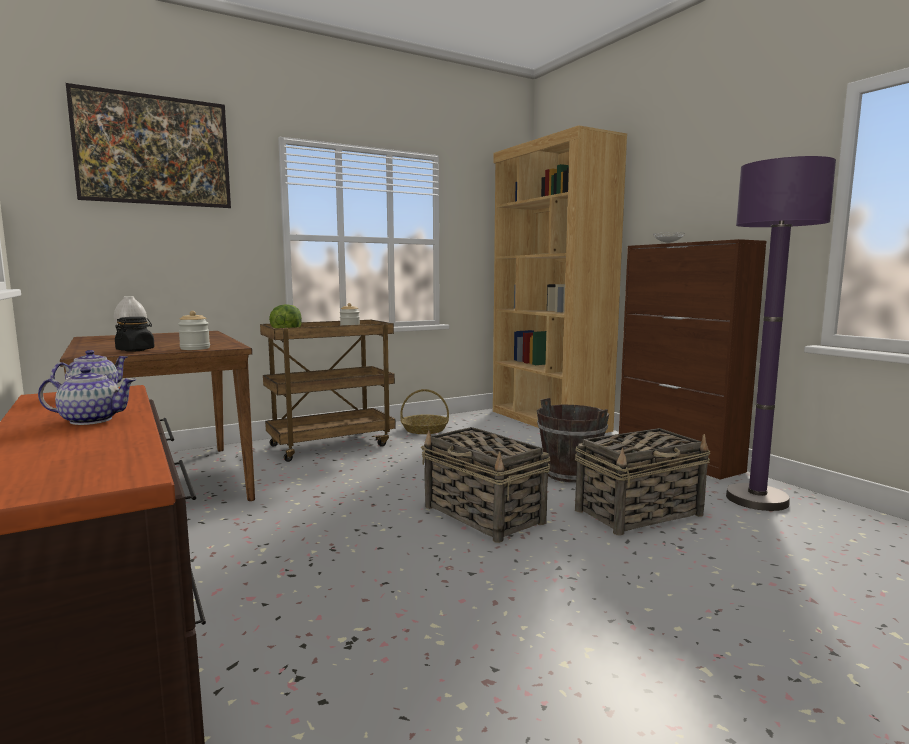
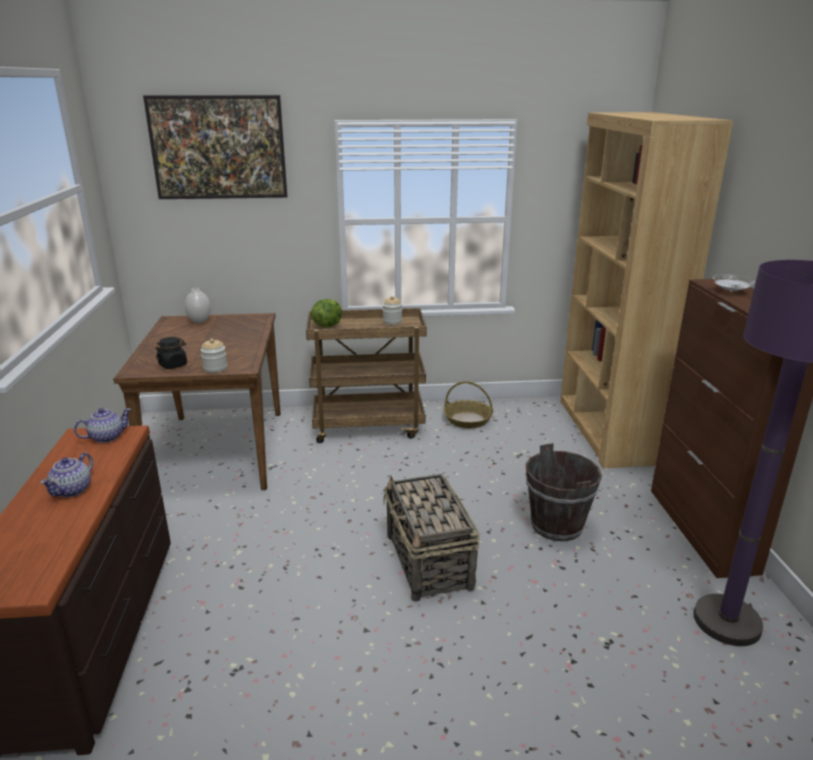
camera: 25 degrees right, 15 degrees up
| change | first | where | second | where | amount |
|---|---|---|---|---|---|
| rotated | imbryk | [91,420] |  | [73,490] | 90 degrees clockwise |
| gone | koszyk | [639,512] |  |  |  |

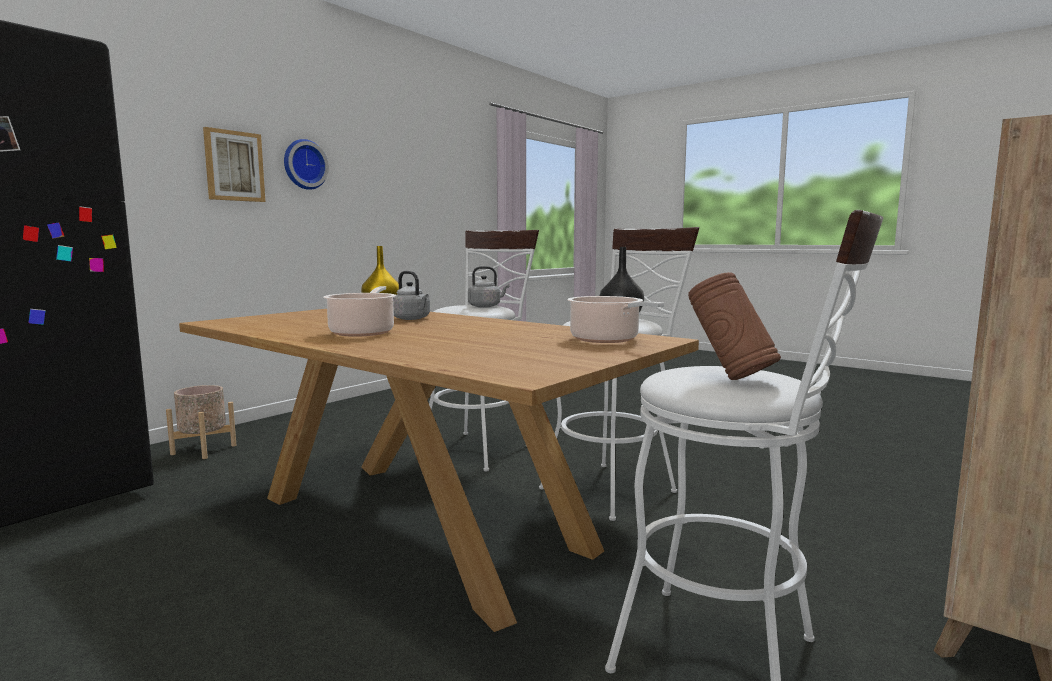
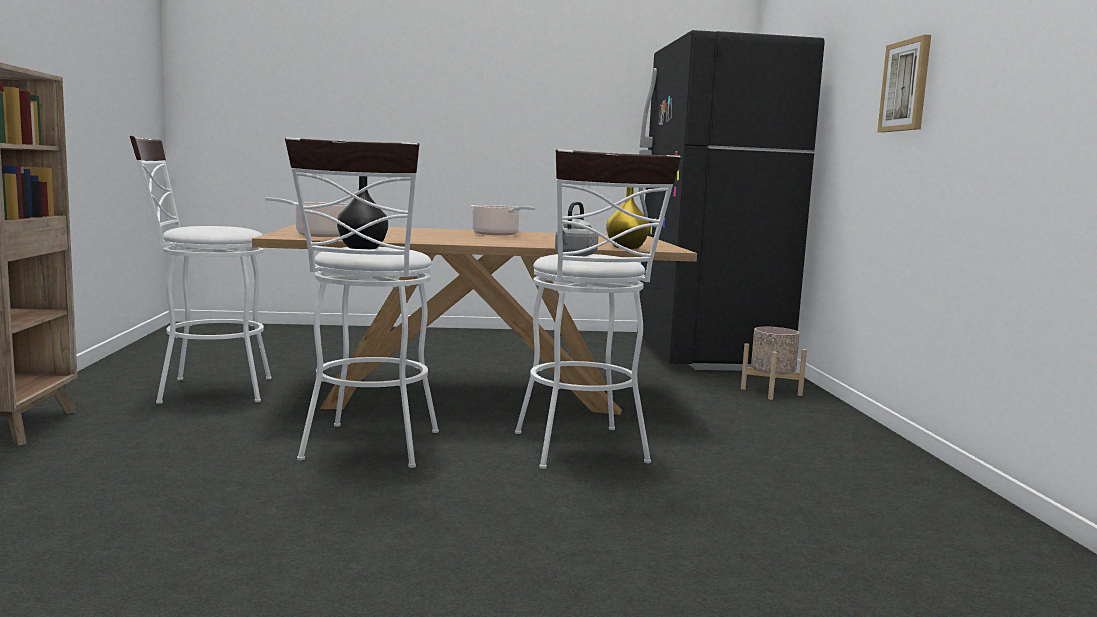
camera: 135 degrees right, 0 degrees up
| change | first | where | second | where | amount |
|---|---|---|---|---|---|
| gone | zegar ścienny | [304,164] |  |  |  |
| gone | czajnik [szary] | [412,319] |  |  |  |
| gone | wazon [brązowy] | [729,378] |  |  |  |

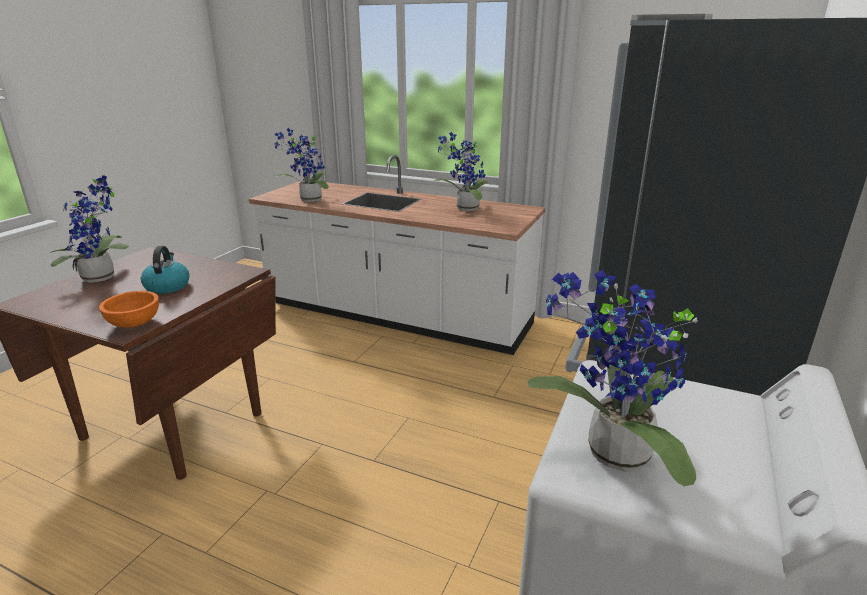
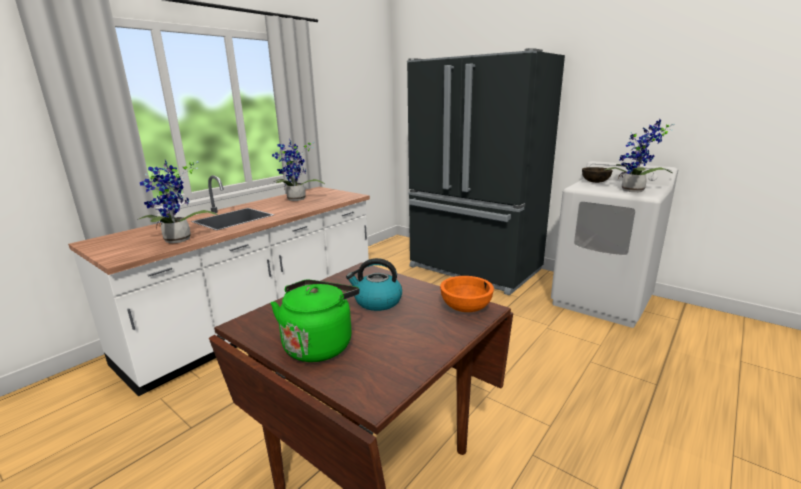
camera: 75 degrees left, 5 degrees down
| change | first | where | second | where | amount |
|---|---|---|---|---|---|
| swapped | roślina doniczkowa | [103,277] | czajnik [zielony] | [319,344] |  |
| new |  |  | miska [brązowy] | [595,182] |  |

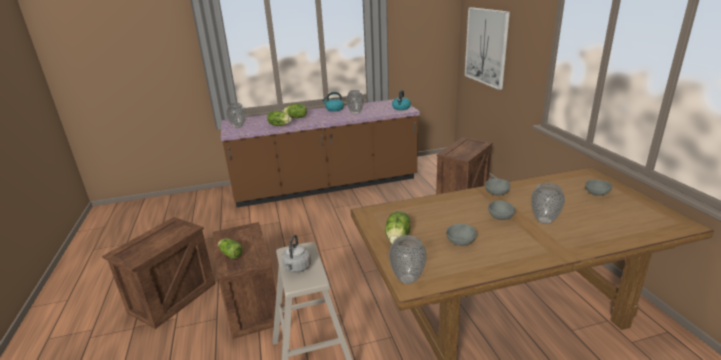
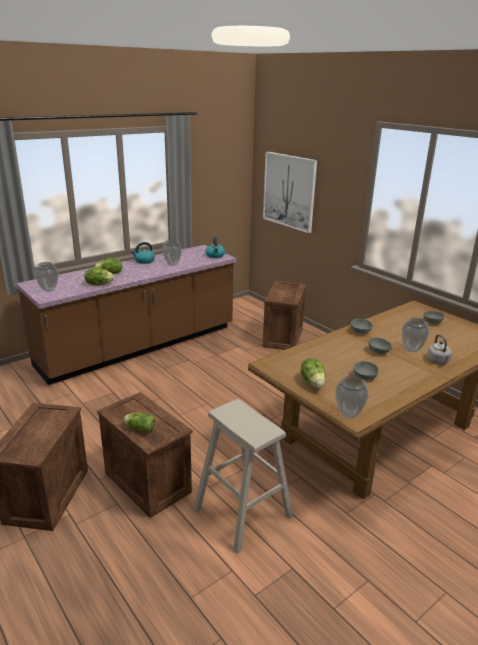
camera: 25 degrees left, 0 degrees up
| change | first | where | second | where | amount |
|---|---|---|---|---|---|
| shifted | czajnik [szary] | [297,268] |  | [438,361] |  |

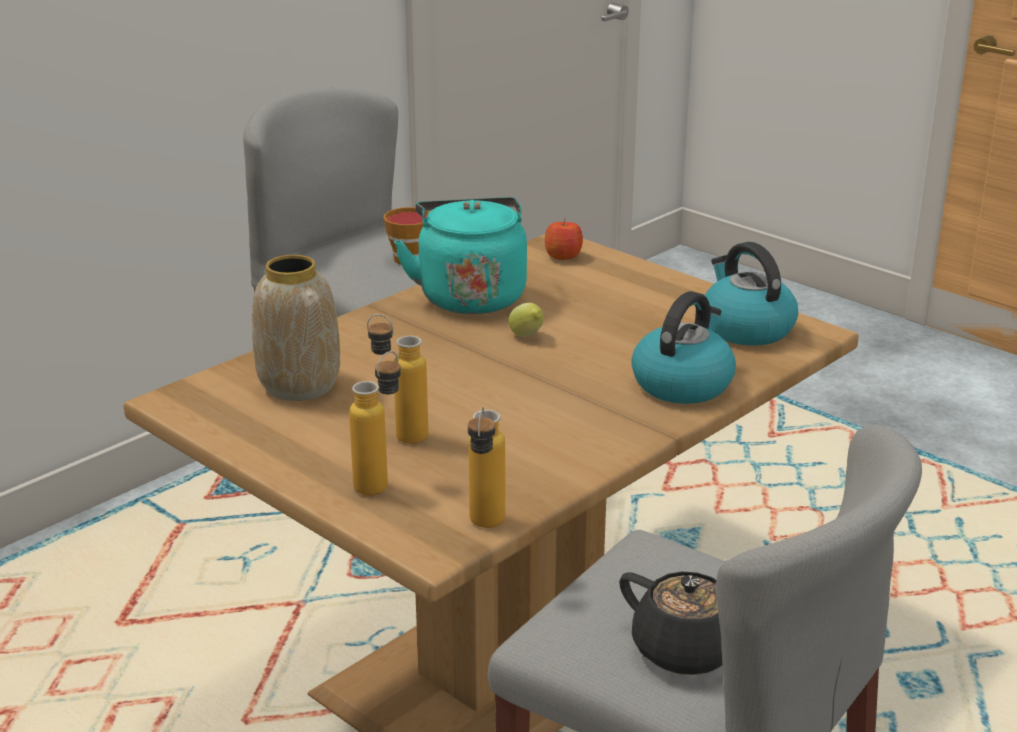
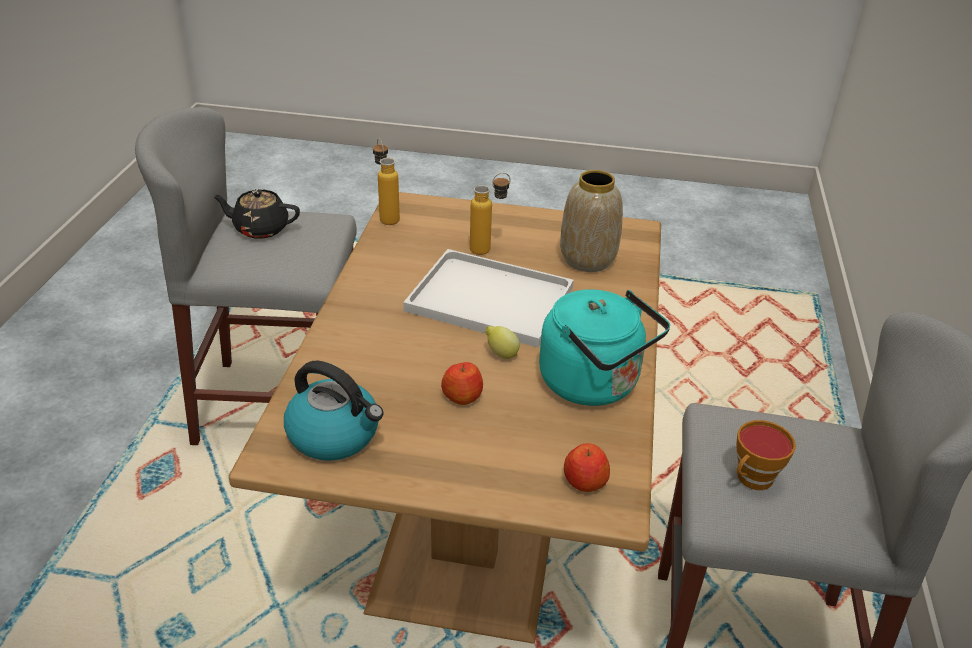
camera: 145 degrees right, 10 degrees up
| change | first | where | second | where | amount |
|---|---|---|---|---|---|
| gone | butelka | [380,482] |  |  |  |
| gone | czajnik | [682,383] |  |  |  |
| new |  |  | taca [biały] | [493,299] |  |
| new |  |  | jabłko | [462,396] |  |

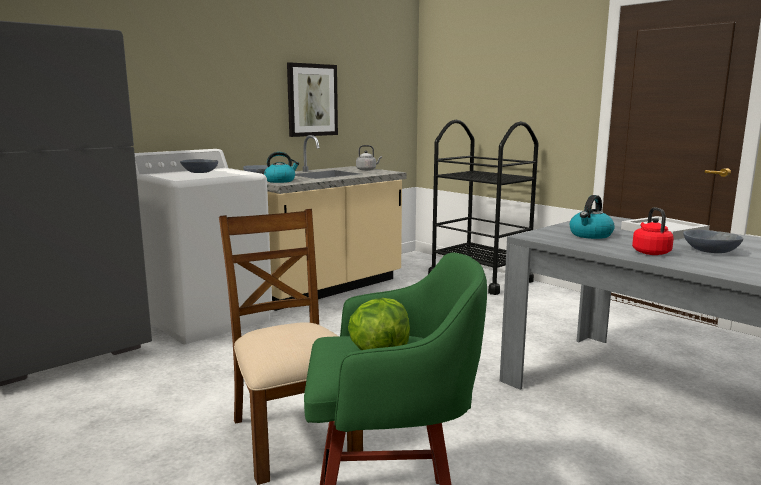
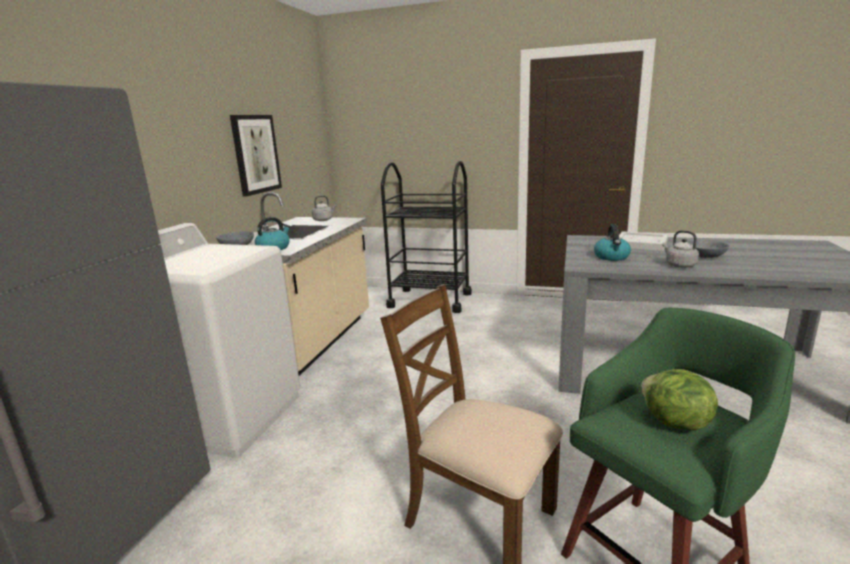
camera: 30 degrees left, 5 degrees up
| change | first | where | second | where | amount |
|---|---|---|---|---|---|
| gone | miska [szary] | [199,172] |  |  |  |
| repainted | czajnik [czerwony] | [650,252] | czajnik [szary] | [679,265] |  |

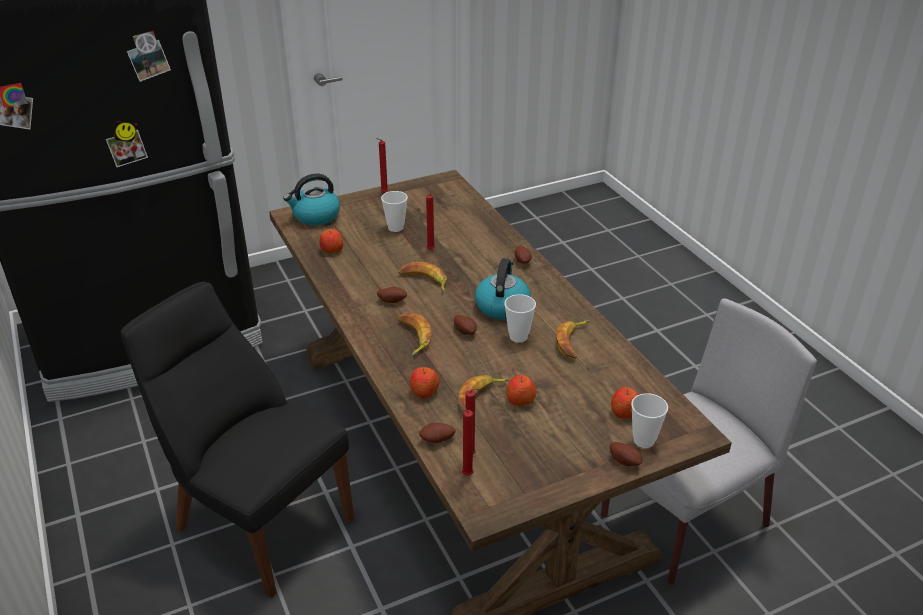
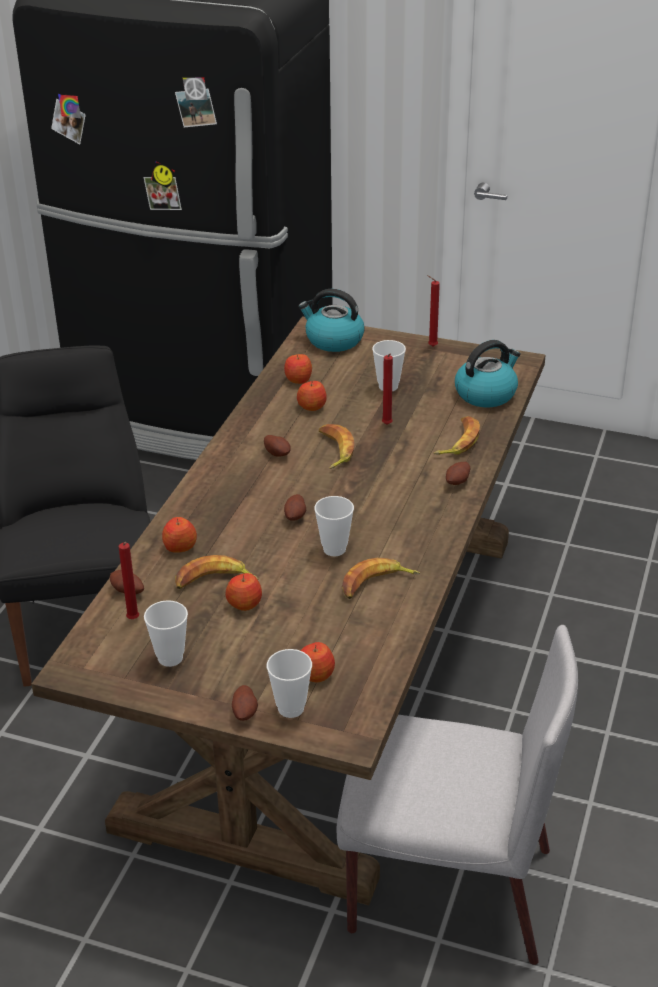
camera: 45 degrees right, 0 degrees up
| change | first | where | second | where | amount |
|---|---|---|---|---|---|
| shifted | banan | [413,337] |  | [458,441] |  |
| gone | świeca [czerwony] | [465,474] |  |  |  |
| shifted | czajnik | [502,306] |  | [486,394] |  |
| new |  |  | filiżanka | [170,658] |  |
| new |  |  | jabłko | [312,406] |  |

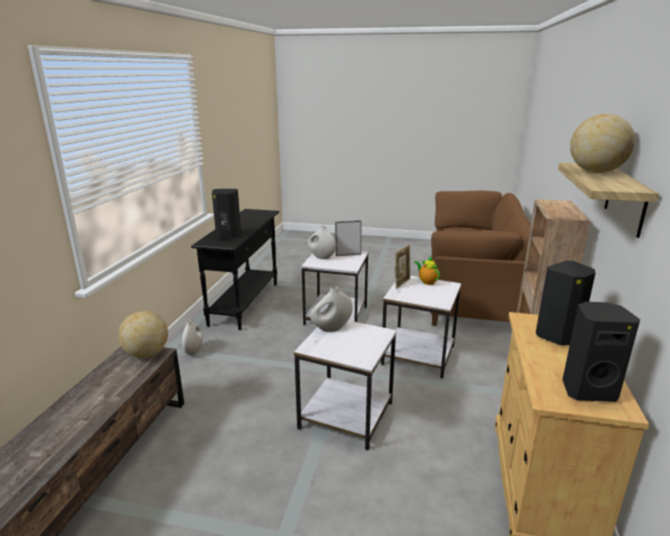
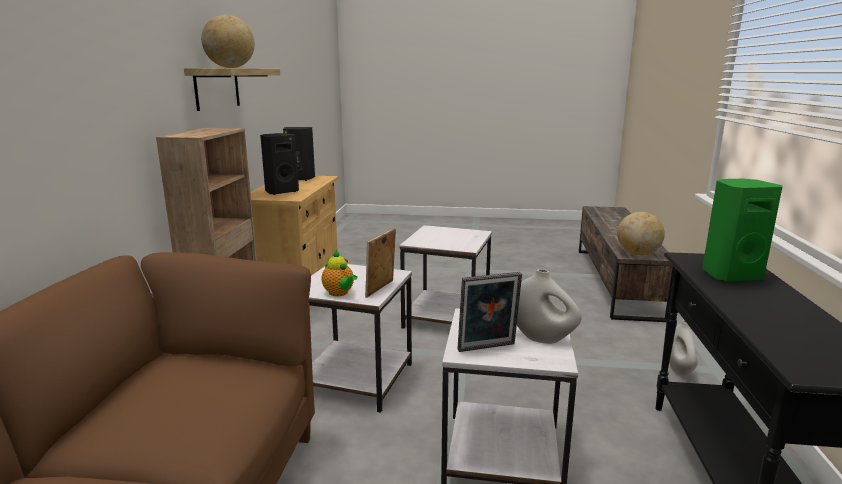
camera: 175 degrees right, 5 degrees down
| change | first | where | second | where | amount |
|---|---|---|---|---|---|
| repainted | głośnik [czarny] | [227,235] | głośnik [zielony] | [730,274] |  |
| gone | wazon [biały] | [331,329] |  |  |  |

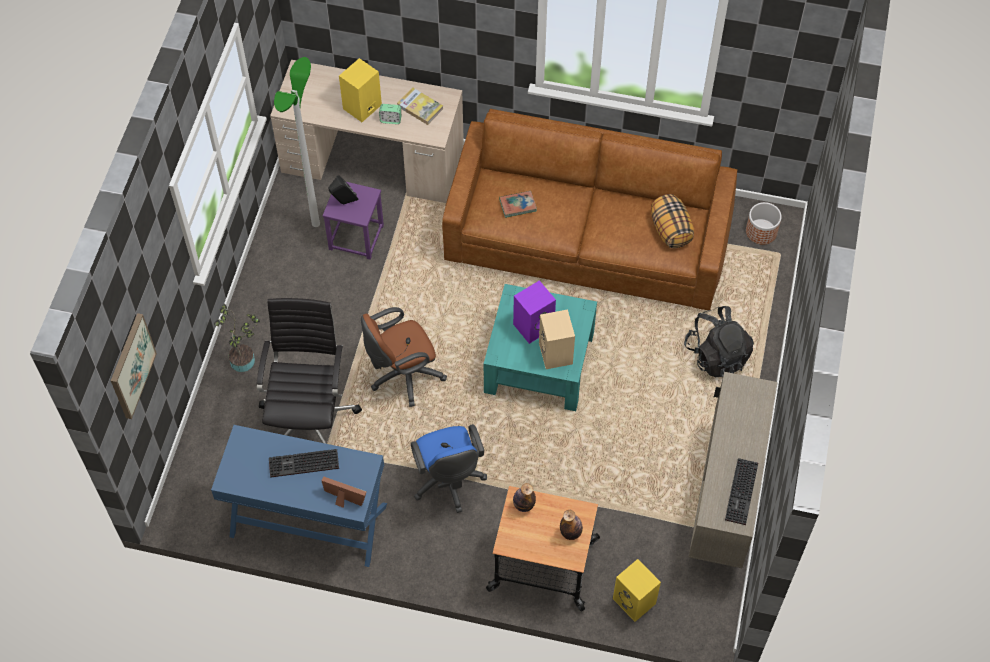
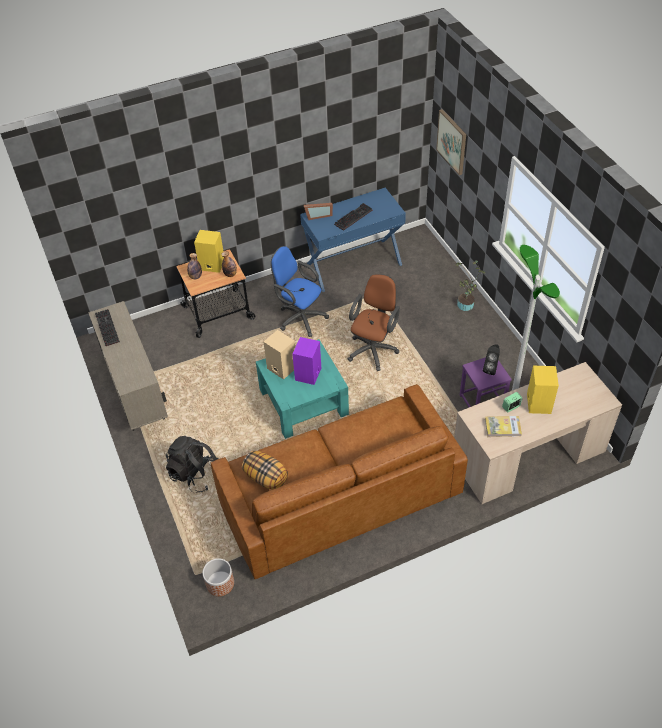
camera: 145 degrees right, 10 degrees down
| change | first | where | second | where | amount |
|---|---|---|---|---|---|
| gone | krzesło biurowe [czarny] | [309,418] |  |  |  |
| gone | książka | [518,205] |  |  |  |
| shifted | głośnik [żółty] | [635,601] |  | [211,265] |  |

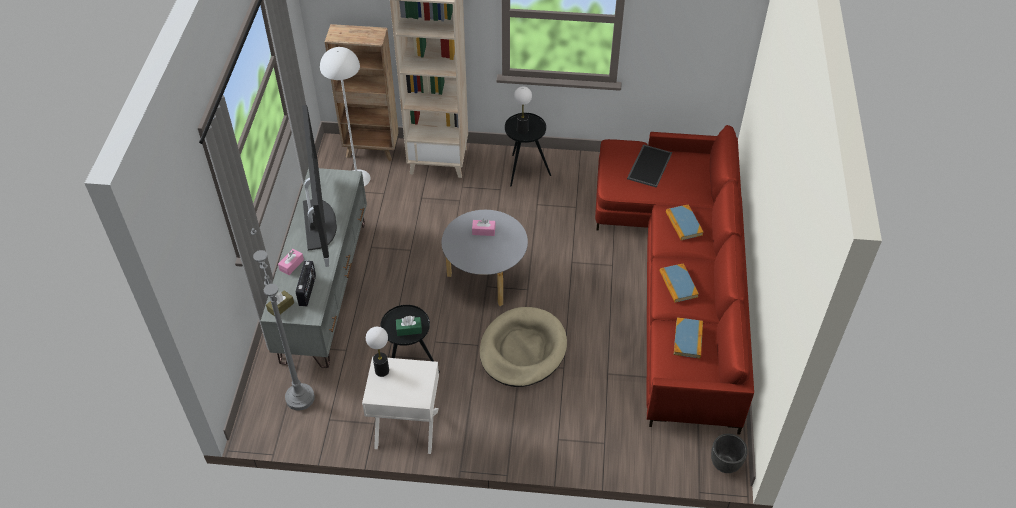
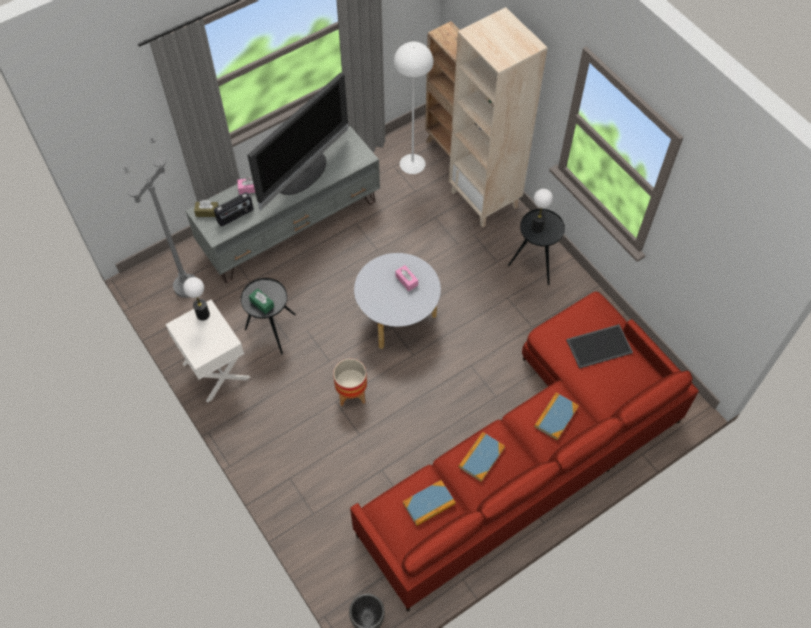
camera: 50 degrees right, 10 degrees up
| change | first | where | second | where | amount |
|---|---|---|---|---|---|
| swapped | legowisko [beżowy] | [522,349] | donica | [351,394] |  |

